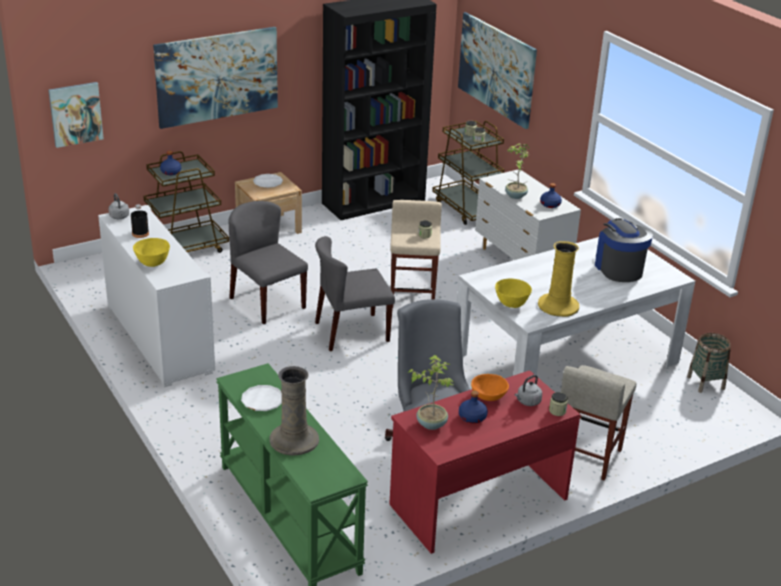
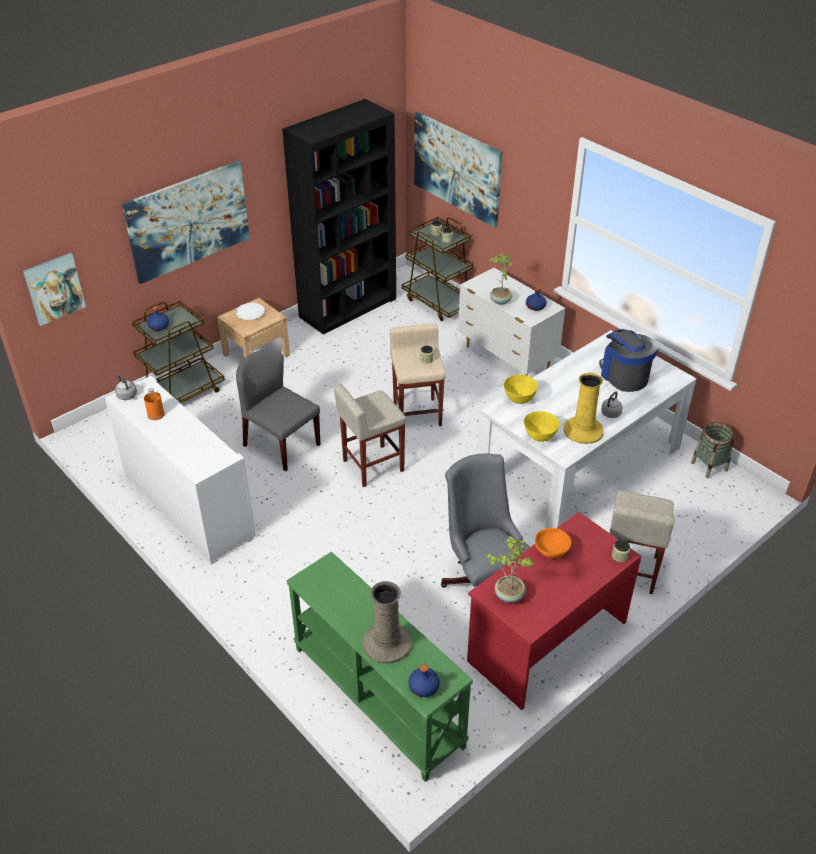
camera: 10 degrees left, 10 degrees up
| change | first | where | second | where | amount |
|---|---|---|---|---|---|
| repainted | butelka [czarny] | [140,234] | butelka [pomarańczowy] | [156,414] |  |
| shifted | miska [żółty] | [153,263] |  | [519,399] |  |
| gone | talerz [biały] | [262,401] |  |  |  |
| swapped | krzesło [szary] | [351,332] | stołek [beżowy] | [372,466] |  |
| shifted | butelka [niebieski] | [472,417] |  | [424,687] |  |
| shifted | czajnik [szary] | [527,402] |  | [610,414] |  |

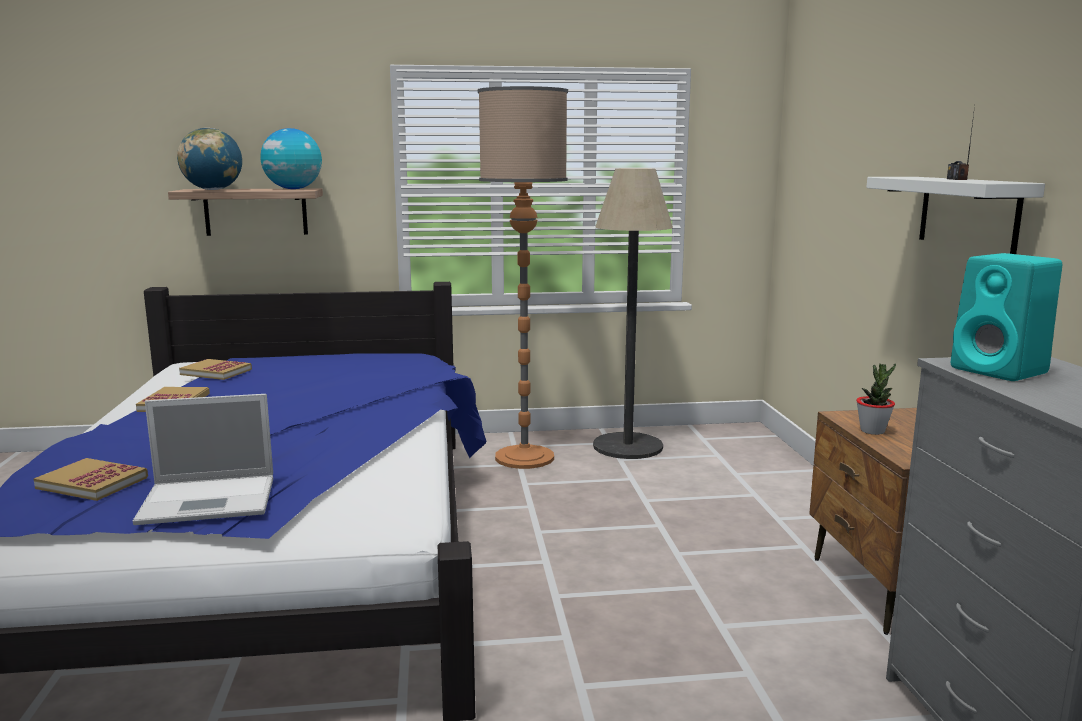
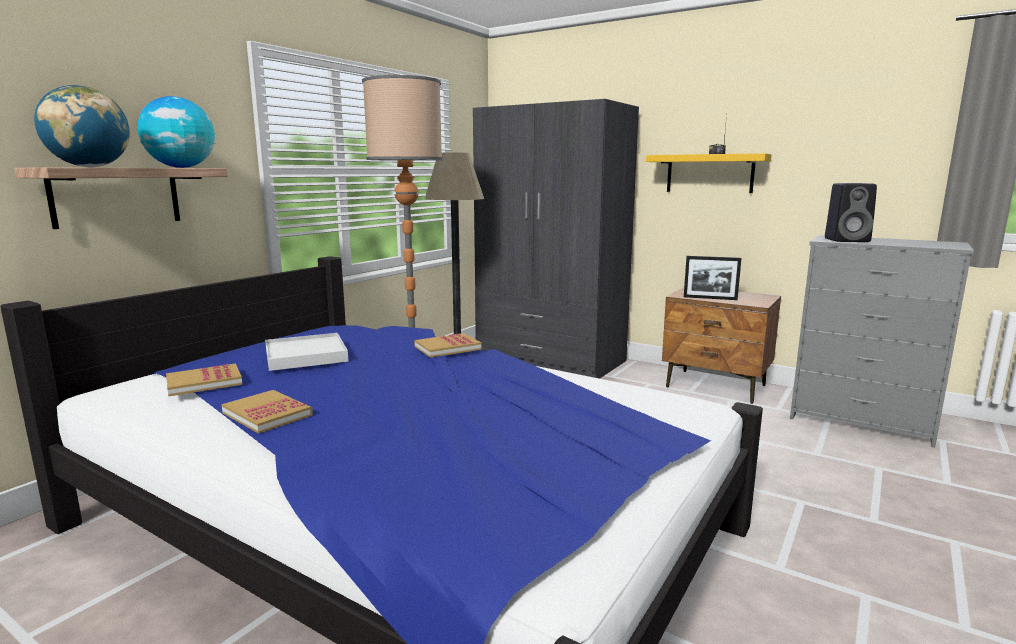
camera: 50 degrees left, 0 degrees up
| change | first | where | second | where | amount |
|---|---|---|---|---|---|
| shifted | książka | [92,483] |  | [447,348] |  |
| gone | laptop | [211,500] |  |  |  |
| swapped | roślina doniczkowa | [872,431] | ramka na zdjęcie | [710,298] |  |
| repainted | półka [biały] | [968,213] | półka [żółty] | [709,173] |  |
| repainted | głośnik [turkusowy] | [1001,371] | głośnik [czarny] | [848,240] |  |
| new |  |  | taca [biały] | [306,355] |  |
| new |  |  | szafa [szary] | [550,359] |  |

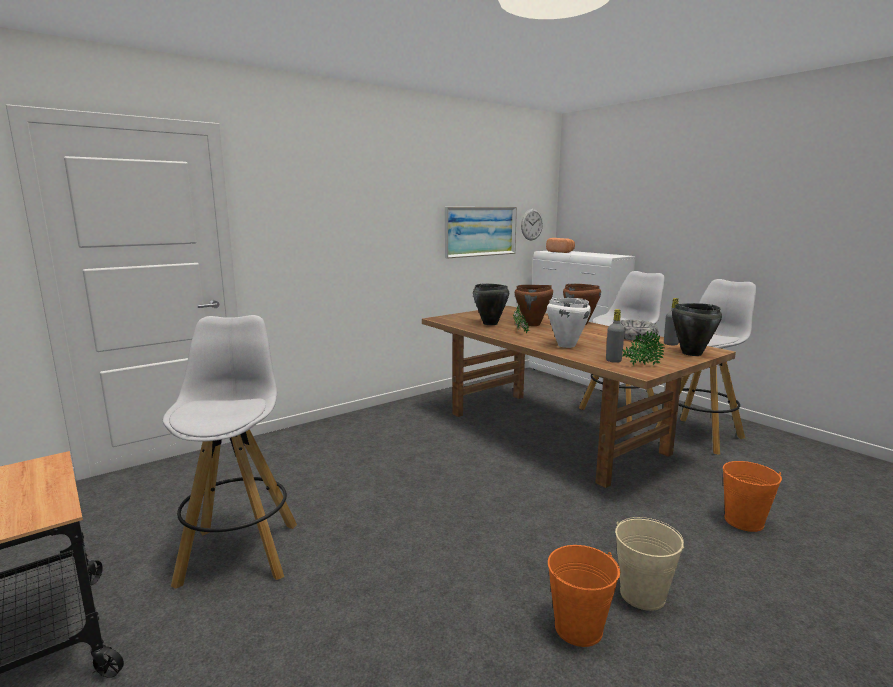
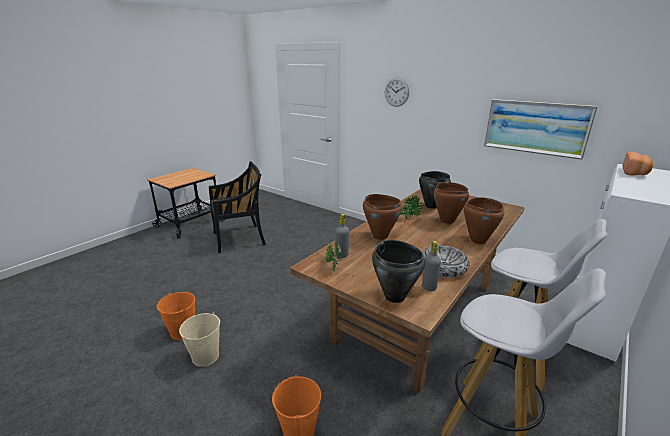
camera: 75 degrees right, 10 degrees up
| change | first | where | second | where | amount |
|---|---|---|---|---|---|
| swapped | stołek [biały] | [240,552] | krzesło [czarny] | [240,238] |  |
| shifted | zegar ścienny | [532,224] |  | [396,92] |  |
| repainted | garnek [biały] | [566,345] | garnek [brązowy] | [380,236] |  |

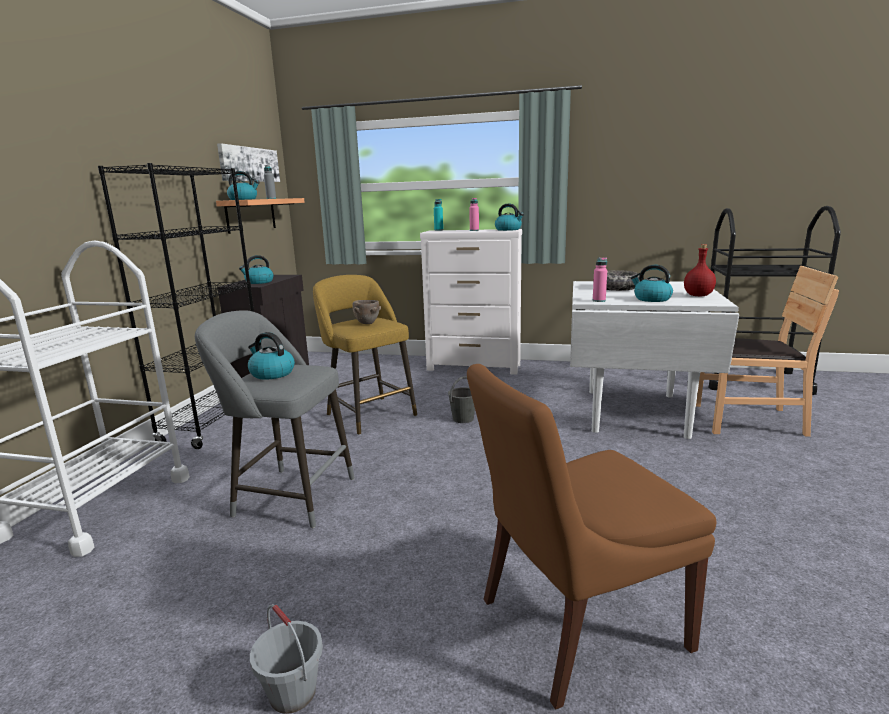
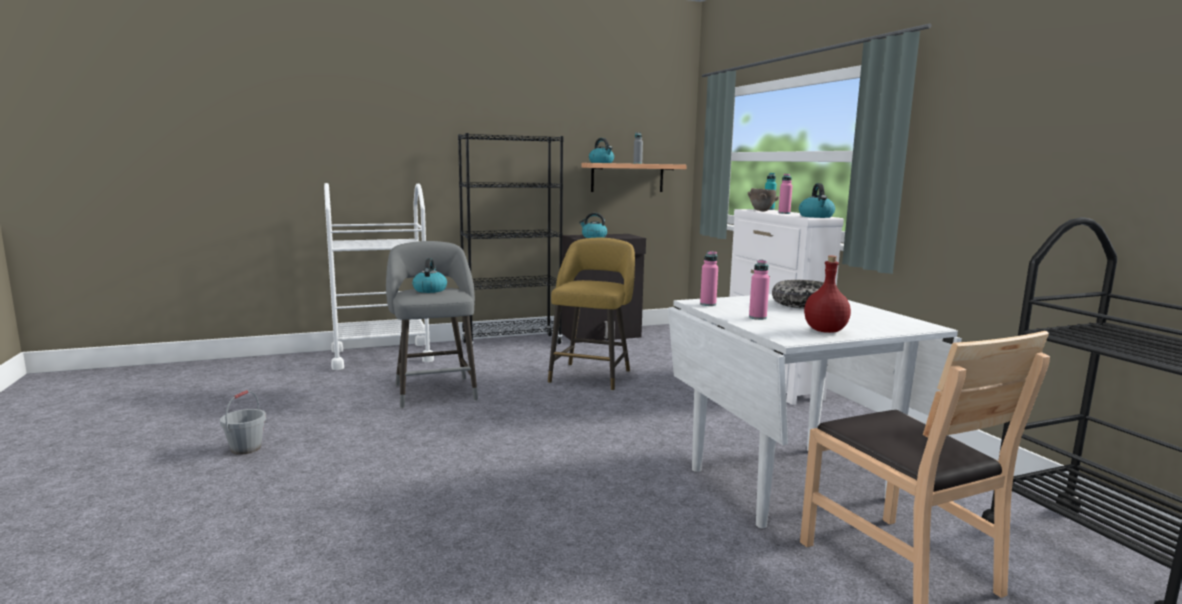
camera: 55 degrees right, 5 degrees down
| change | first | where | second | where | amount |
|---|---|---|---|---|---|
| gone | obraz | [249,164] |  |  |  |
| shifted | miska [brązowy] | [367,323] |  | [761,211] |  |
| gone | wiadro [szary] | [463,419] |  |  |  |
| gone | krzesło [brązowy] | [576,626] |  |  |  |
| swapped | czajnik | [651,299] | butelka [różowy] | [757,317] |  |

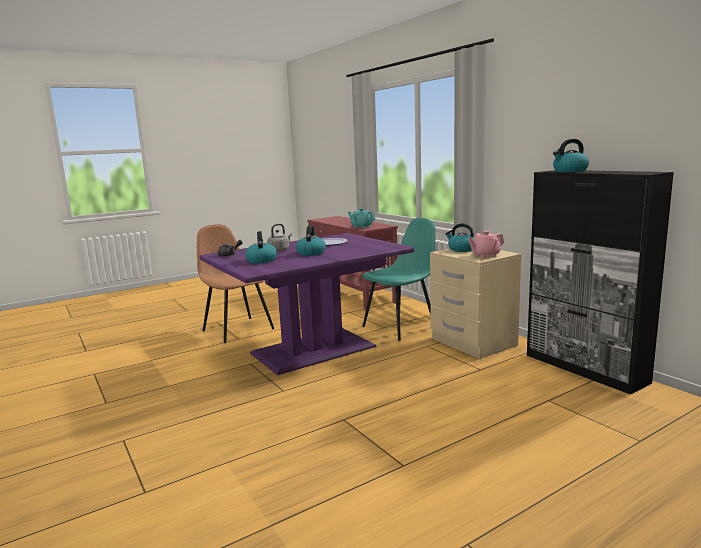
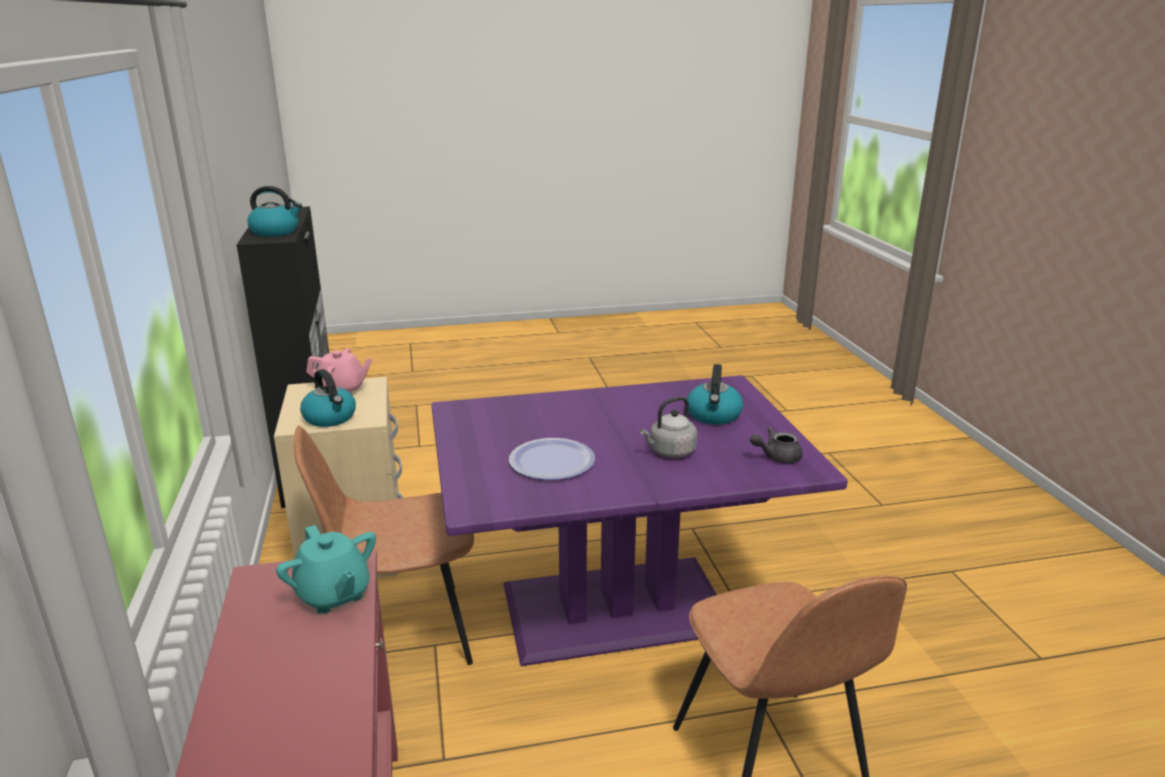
camera: 160 degrees left, 10 degrees up
| change | first | where | second | where | amount |
|---|---|---|---|---|---|
| gone | czajnik | [311,253] |  |  |  |
| repainted | krzesło [turkusowy] | [400,327] | krzesło [brązowy] | [403,634] |  |

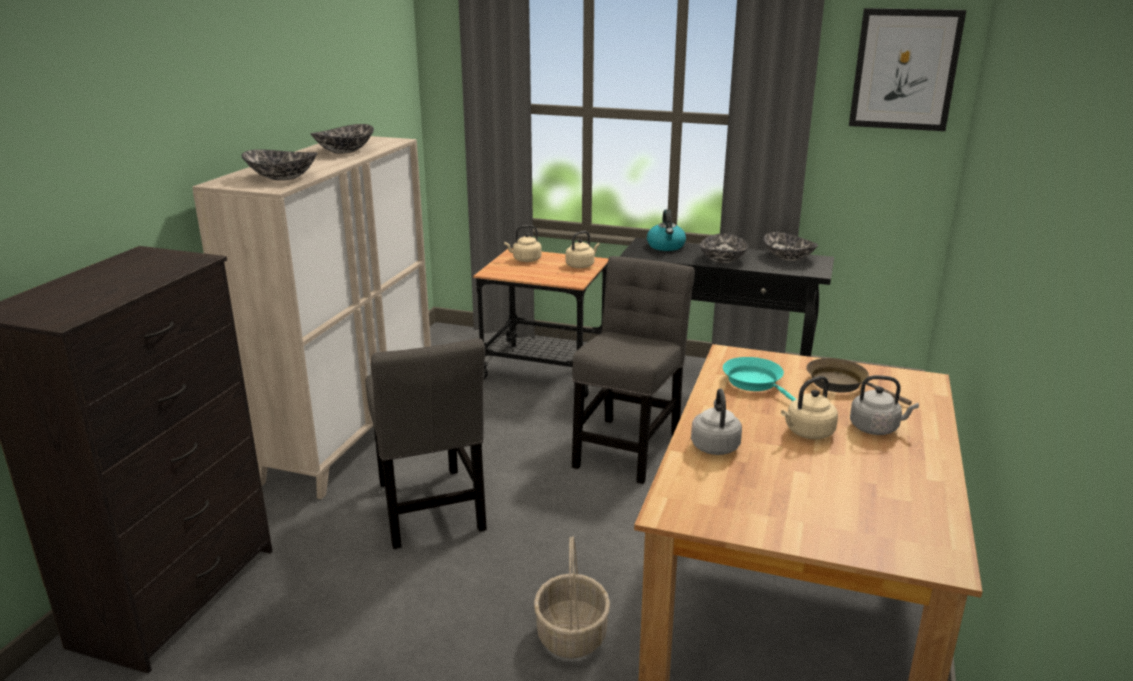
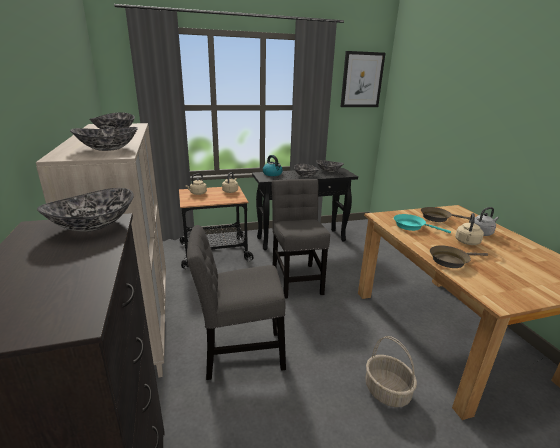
camera: 35 degrees left, 0 degrees up
| change | first | where | second | where | amount |
|---|---|---|---|---|---|
| rotated | krzesło [szary] | [430,511] |  | [239,353] | 135 degrees clockwise |
| swapped | czajnik [szary] | [714,445] | patelnia [brązowy] | [451,260] |  |
| new |  |  | miska | [94,225] |  |

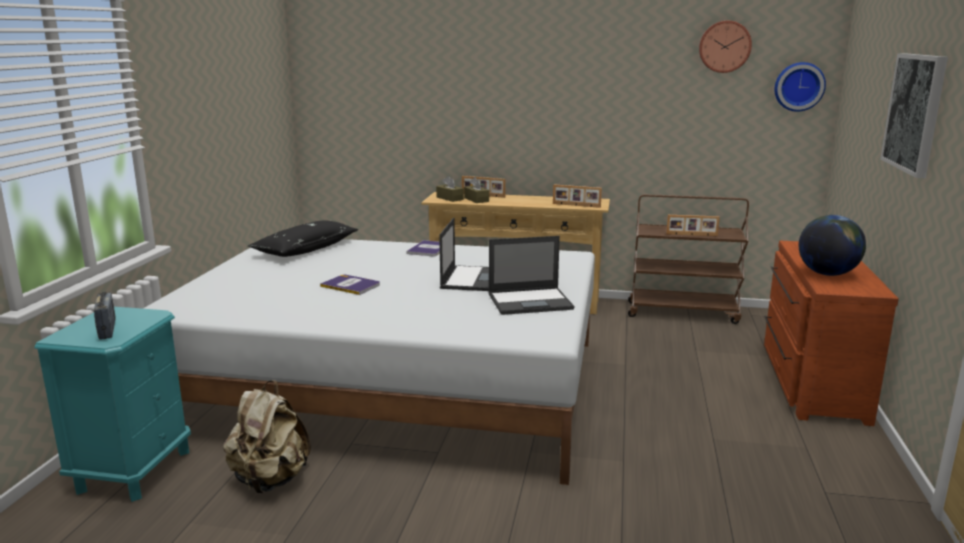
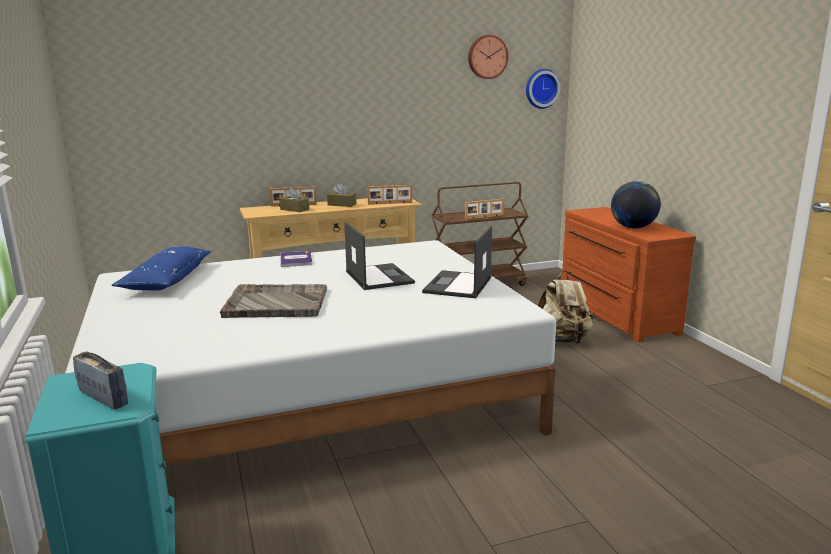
camera: 30 degrees left, 0 degrees up
| change | first | where | second | where | amount |
|---|---|---|---|---|---|
| shifted | plecak [beżowy] | [270,480] |  | [561,341] |  |
| repainted | poduszka [czarny] | [306,249] | poduszka [niebieski] | [167,280] |  |
| swapped | książka | [351,285] | taca [szary] | [275,303] |  |
| shifted | pudełko chusteczek [brązowy] | [450,198] |  | [342,204] |  |
| rotated | laptop | [531,301] |  | [458,285] | 150 degrees clockwise |
| gone | obraz | [915,112] |  |  |  |

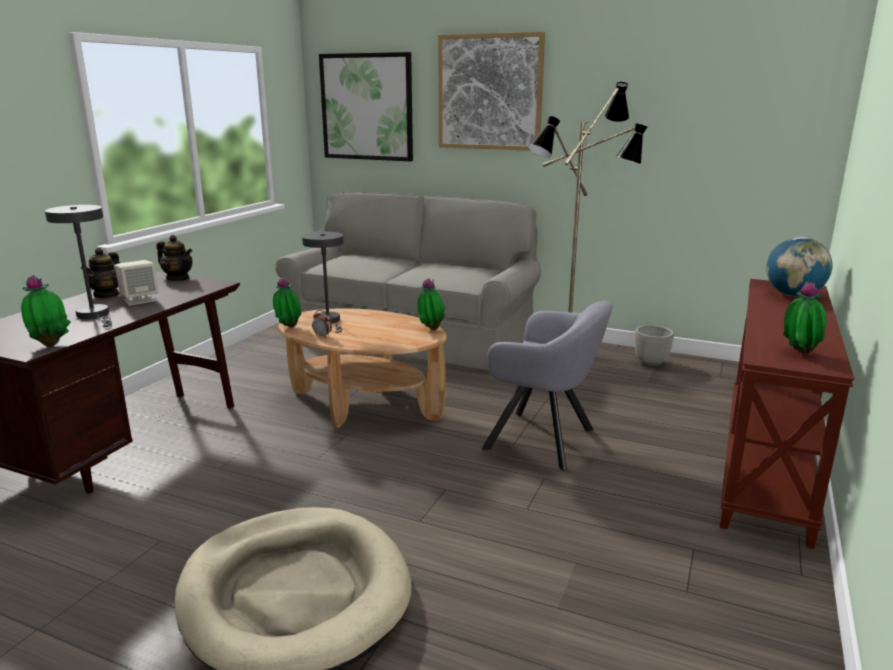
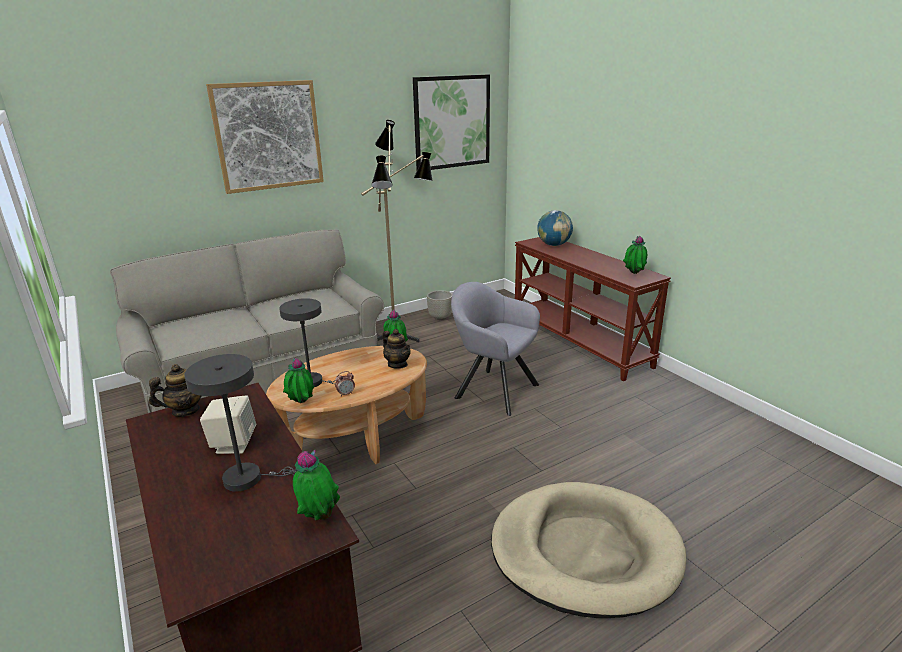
camera: 55 degrees left, 5 degrees up
| change | first | where | second | where | amount |
|---|---|---|---|---|---|
| shifted | imbryk | [107,294] |  | [397,364] |  |
| shifted | obraz | [367,107] |  | [452,122] |  |
| rotated | fotel [szary] | [545,440] |  | [493,389] | 120 degrees counterclockwise |

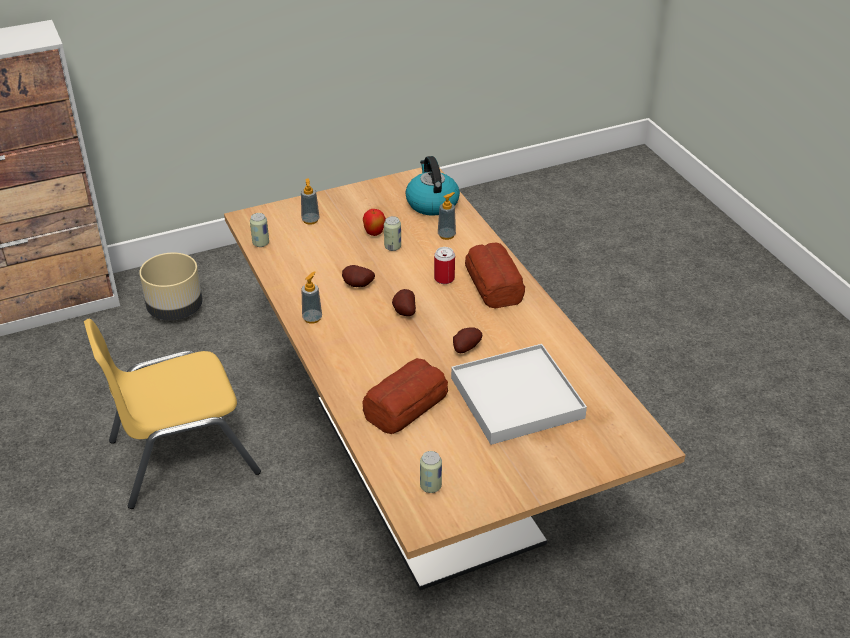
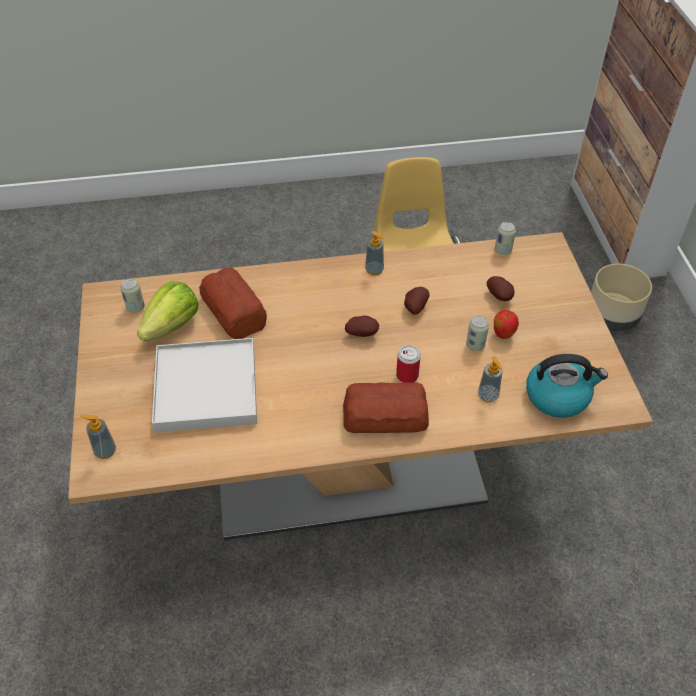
camera: 105 degrees right, 10 degrees up
| change | first | where | second | where | amount |
|---|---|---|---|---|---|
| shifted | dozownik mydła | [310,220] |  | [105,451] |  |
| shifted | ziemniak | [465,348] |  | [500,296] |  |
| new |  |  | sałata | [172,326] |  |

